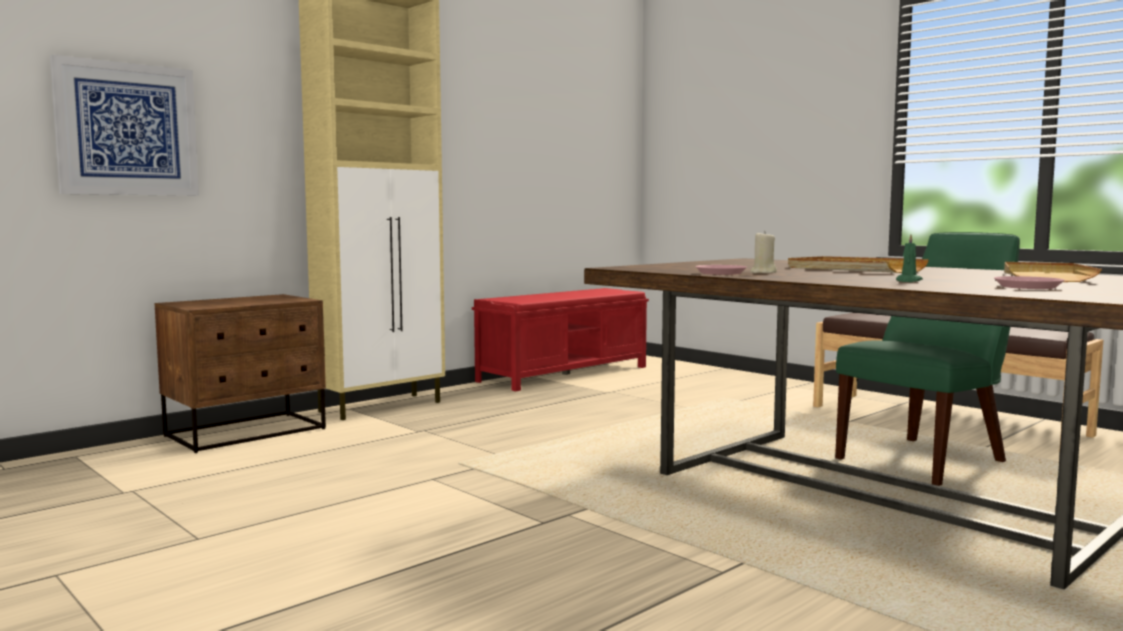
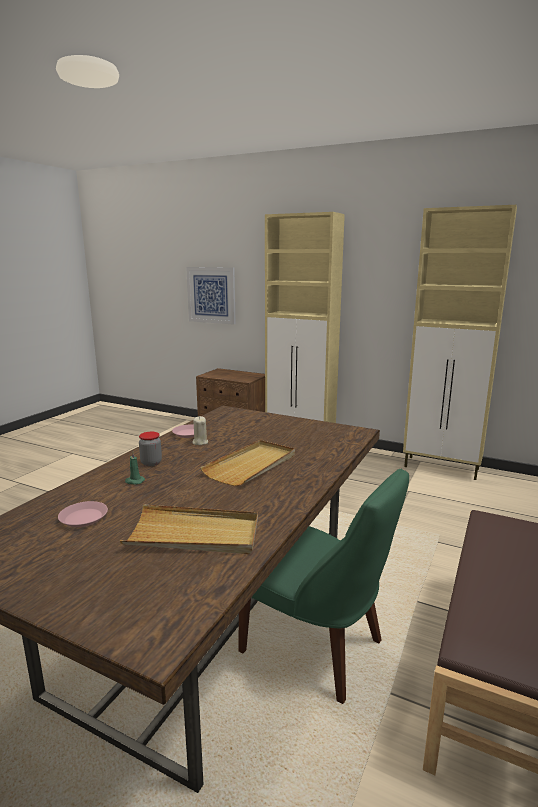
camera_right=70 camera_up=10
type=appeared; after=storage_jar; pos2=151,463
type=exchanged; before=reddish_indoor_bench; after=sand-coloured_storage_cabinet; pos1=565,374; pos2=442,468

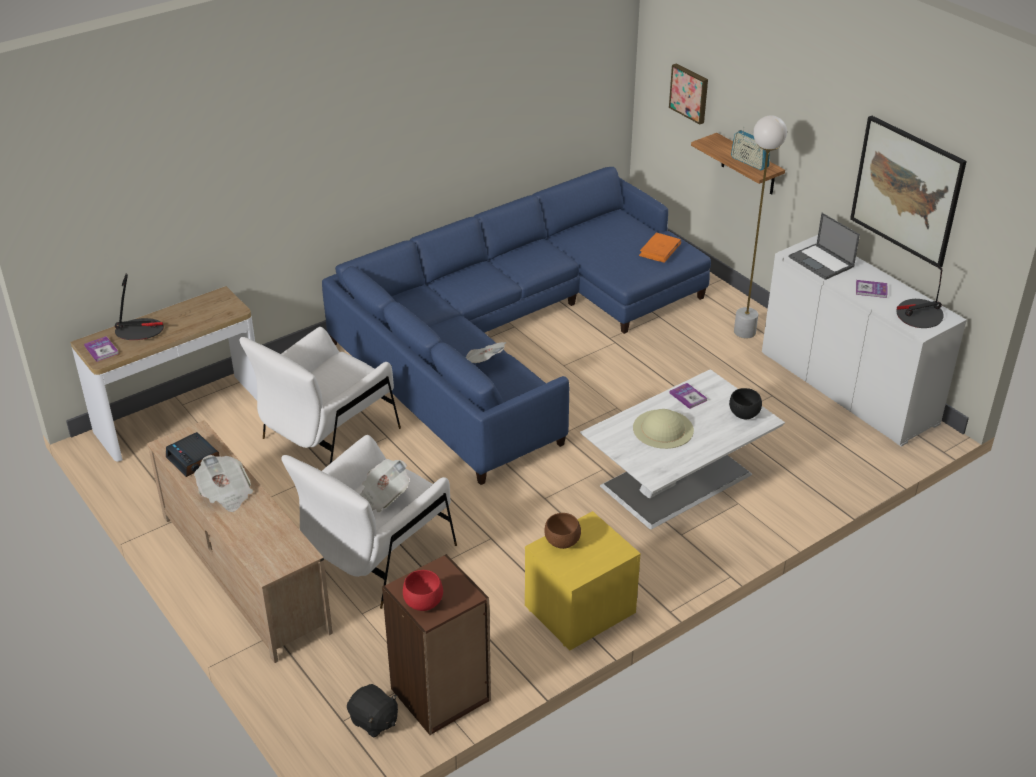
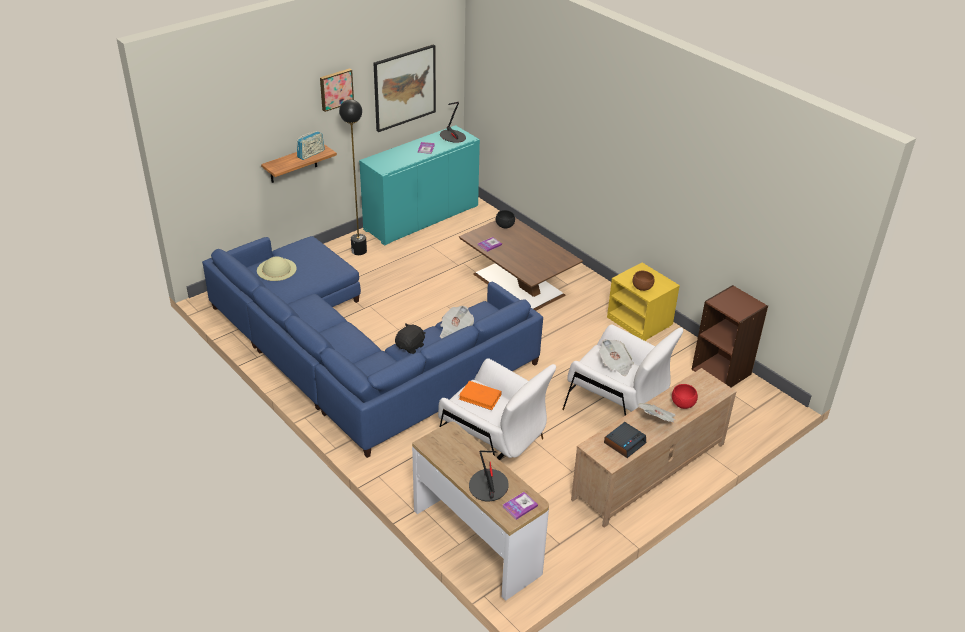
camera_right=-95 camera_up=0
type=relocated; before=sand-coloured_clothing_hat; pos1=663,429; pos2=276,269
type=relocated; before=wall_art; pos1=690,93; pos2=336,89
type=colour; before=white_floor_lamp; after=blackish_floor_lamp; pos1=745,332; pos2=359,251
type=colour; before=white_storage_cabinet; after=turquoise_storage_cabinet; pos1=848,388; pos2=421,218
type=relocated; before=blackish_cuddly_toy; pos1=374,721; pos2=410,346
type=colour; before=white_lounge_table; after=brown-coloured_lounge_table; pos1=678,478; pos2=517,283
type=relocated; before=orange_volume; pos1=660,250; pos2=480,397
type=relocated; before=reddish_bowl; pos1=422,603; pos2=683,405
type=missing; before=portable_computer; pos1=822,262

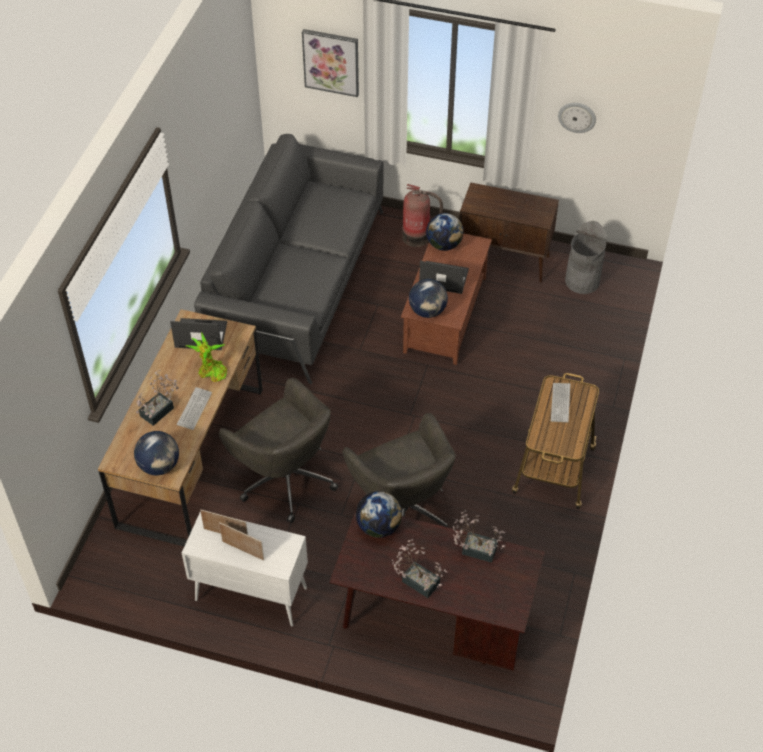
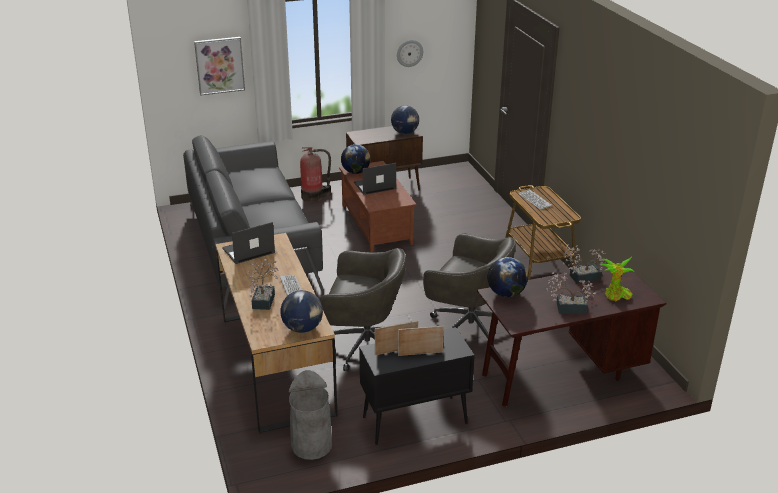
camera_right=-35 camera_up=-20
type=relocated; before=gray_waste_bin; pos1=582,281; pos2=311,445
type=colour; before=white_storage_cabinet; after=blackish_storage_cabinet; pos1=250,594; pos2=414,421
type=relocated; before=world_globe; pos1=427,311; pos2=405,133
type=relocated; before=plant_in_a_pot; pos1=211,372; pos2=616,296

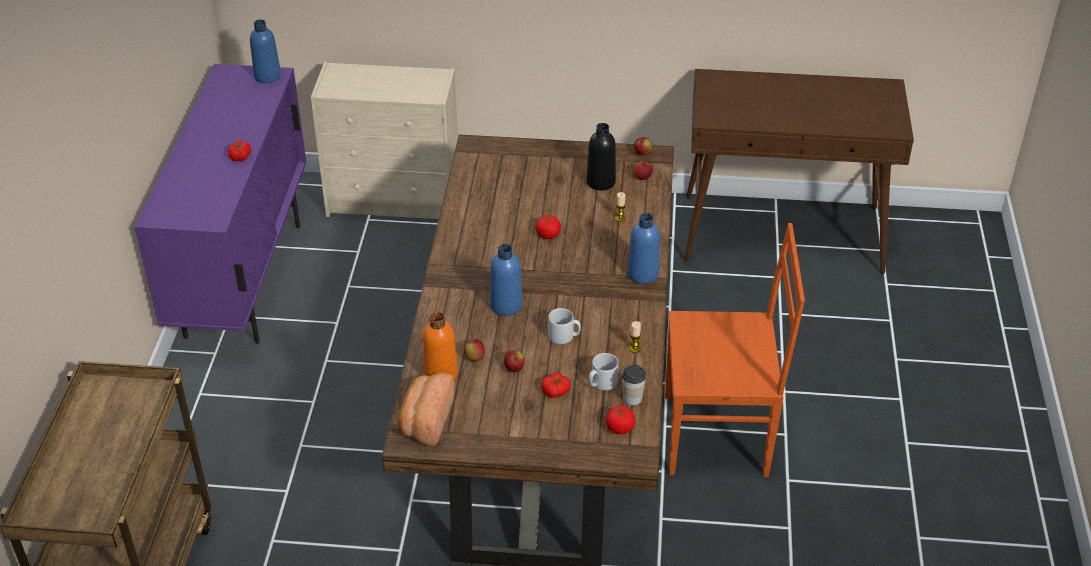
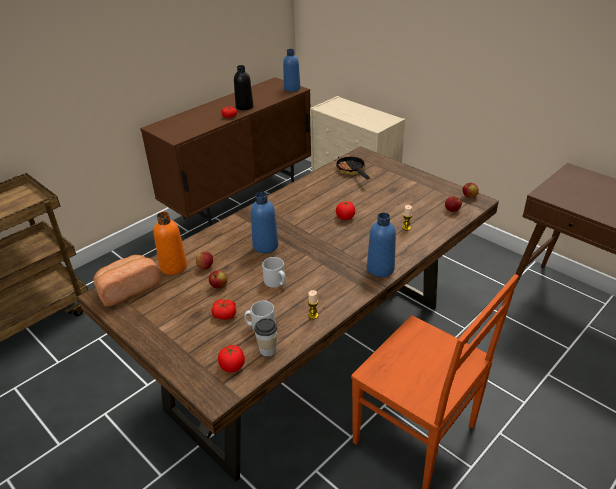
camera_right=40 camera_up=-5
type=colour; before=purple-coloured_storage_cabinet; after=brown-coloured_storage_cabinet; pos1=244,279; pos2=241,204
type=relocated; before=blackish_drink_bottle; pos1=601,182; pos2=244,107
type=appeared; after=frying_pan; pos2=352,171

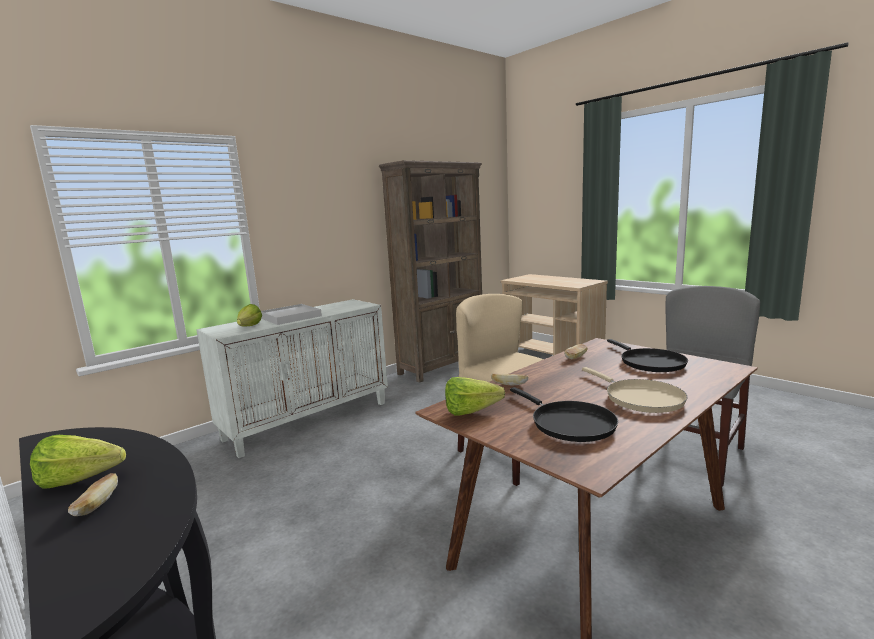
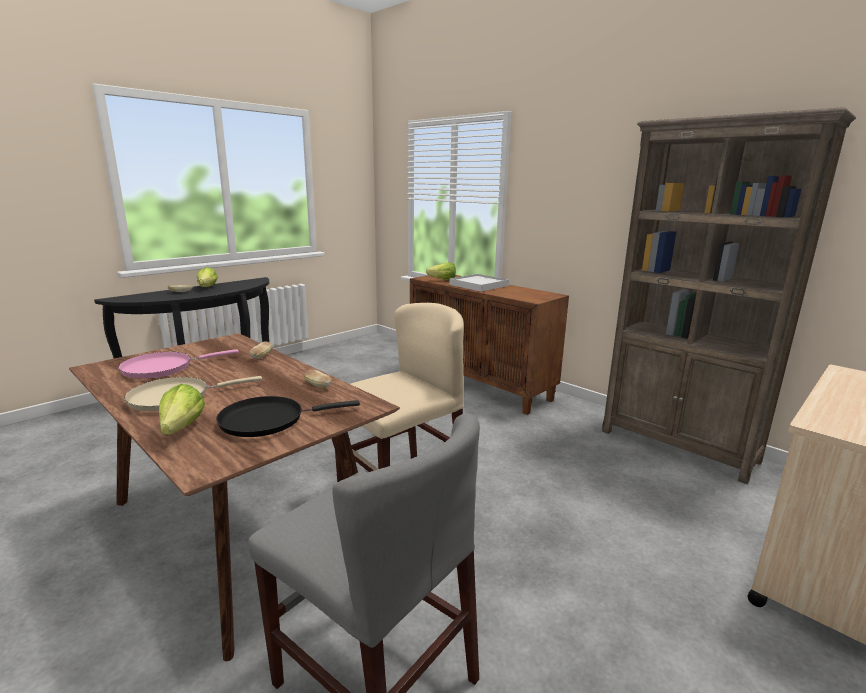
camera_right=85 camera_up=5
type=colour; before=blackish_frying_pan; after=pink_frying_pan; pos1=568,423; pos2=163,368
type=relocated; before=lettuce_head; pos1=476,412; pos2=178,432
type=colour; before=white_storage_cabinet; after=brown-coloured_storage_cabinet; pos1=308,420; pos2=480,385

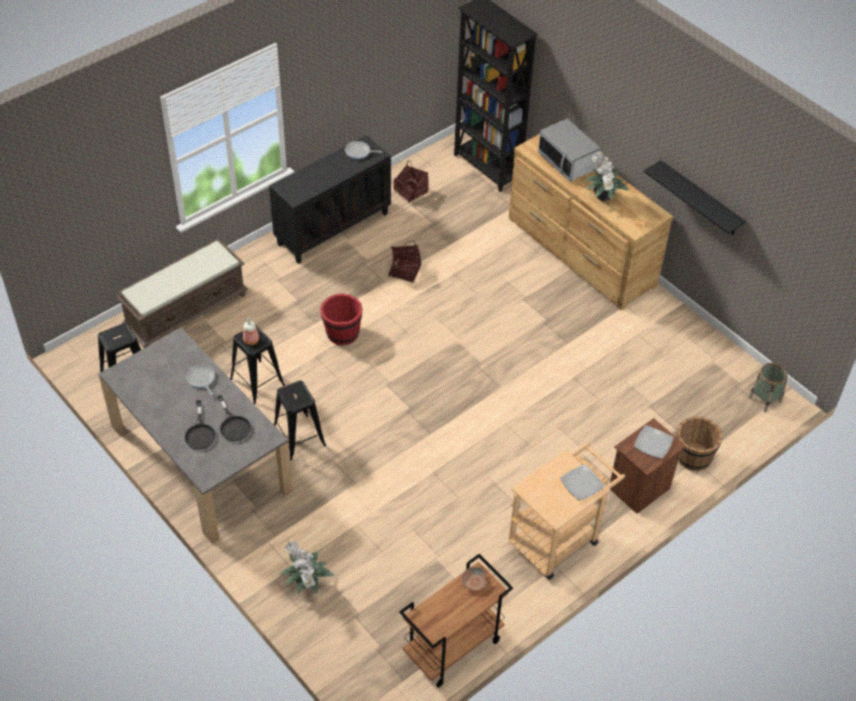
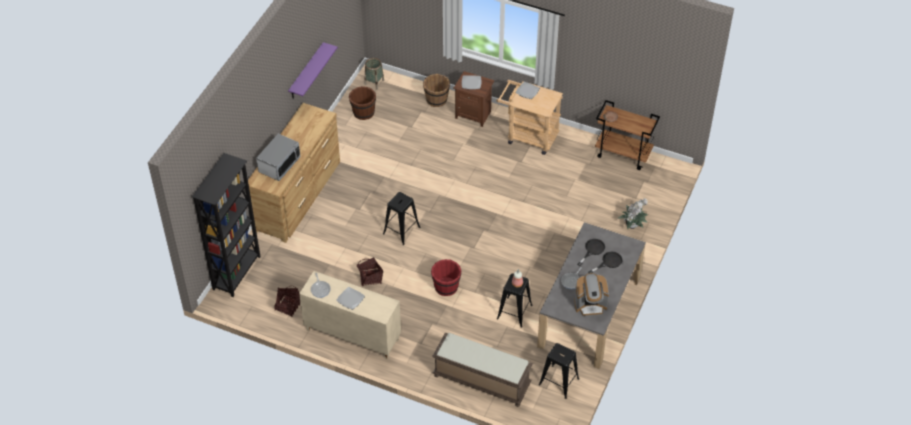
camera_right=-115 camera_up=0
type=colour; before=blackish_bracket_shelf; after=purple-coloured_bracket_shelf; pos1=700,199; pos2=306,72
type=colour; before=blackish_storage_cabinet; after=sand-coloured_storage_cabinet; pos1=333,228; pos2=352,335
type=appeared; after=plate; pos2=350,299
type=appeared; after=brown-coloured_water_bucket; pos2=363,112
type=relocated; before=blackish_sitting_stool; pos1=299,437; pos2=401,230
type=appeared; after=coffee_machine; pos2=590,305
type=missing; before=plant_in_a_pot; pos1=602,198

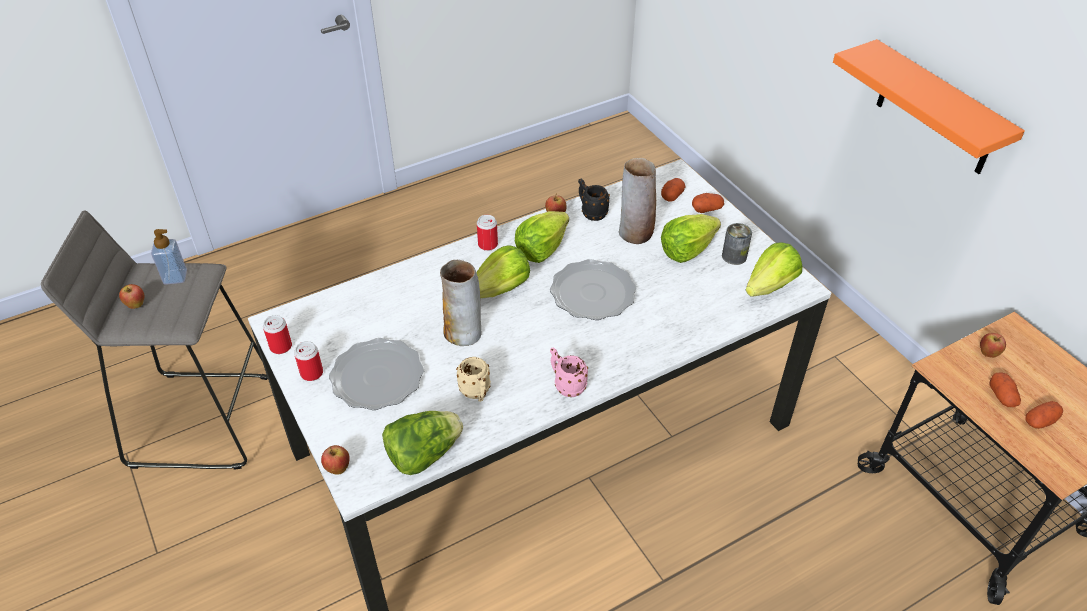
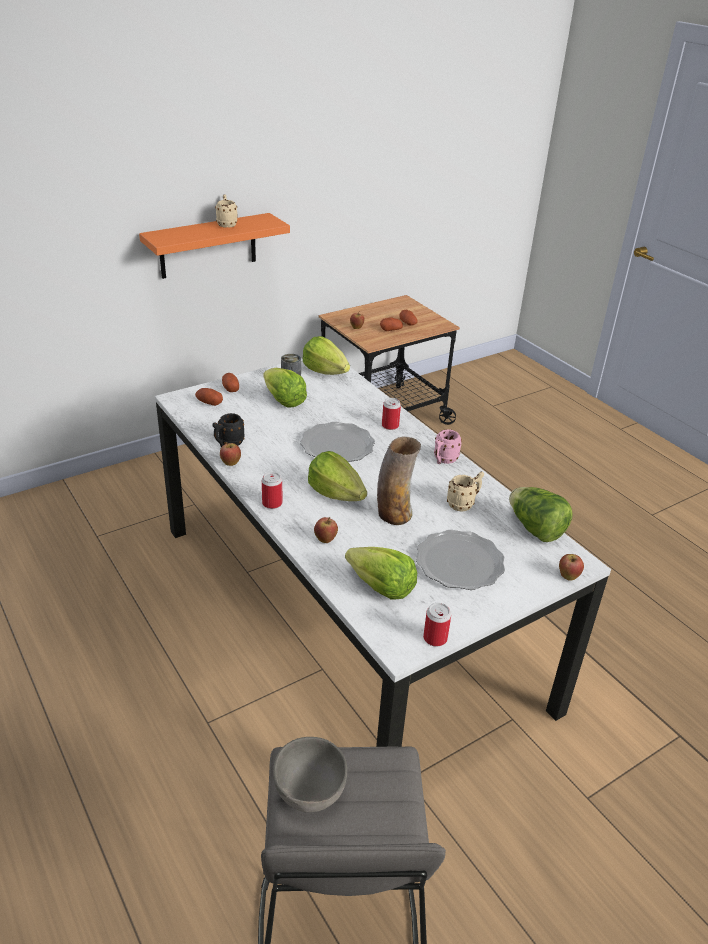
camera_right=-95 camera_up=-10
type=appeared; after=sand-coloured_coffee_mug; pos2=226,224
type=exchanged; before=soap_bottle; after=gray_bowl; pos1=175,277; pos2=308,792
type=relocated; before=apple_fruit; pos1=136,305; pos2=325,540
type=relocated; before=lettuce_head; pos1=541,249; pos2=381,587
type=relocated; before=sealed_can; pos1=312,373; pos2=390,426
type=missing; before=vase; pos1=635,234

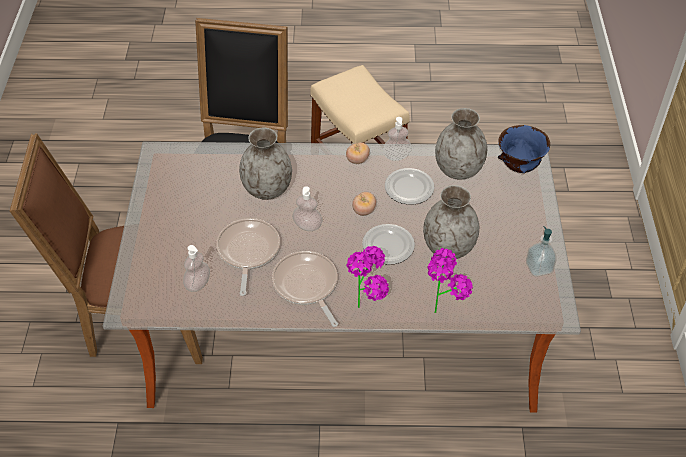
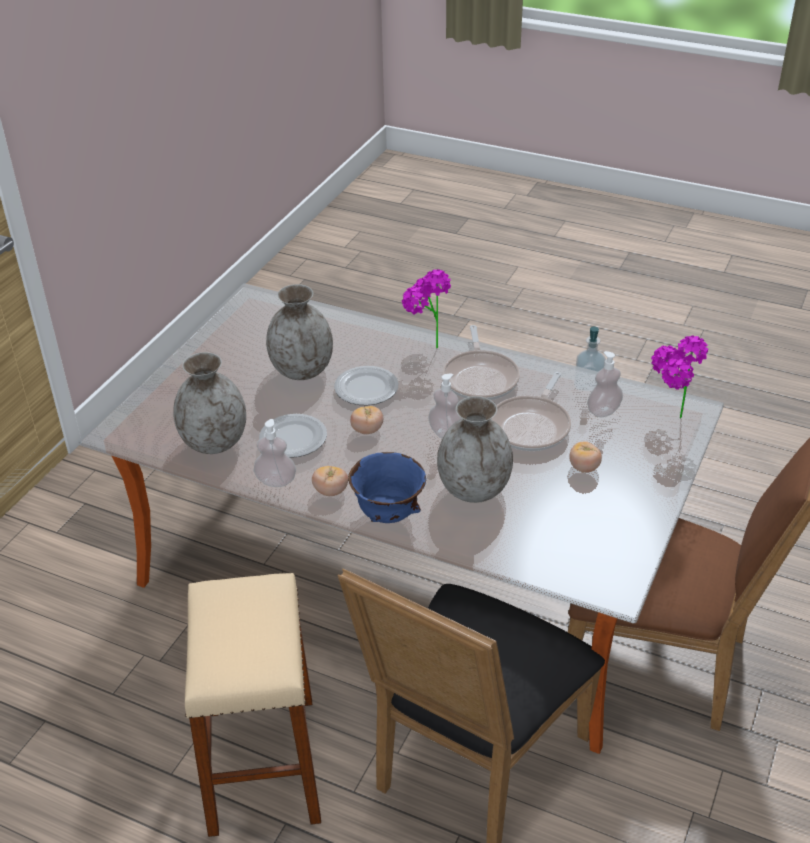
camera_right=-155 camera_up=-10
type=relocated; before=bluish_bowl; pos1=519,167; pos2=389,515
type=appeared; after=fresh_tomato; pos2=584,468
type=relocated; before=soap_bottle; pos1=539,268; pos2=588,384
type=relocated; before=plant_in_a_pot; pos1=443,307; pos2=669,419

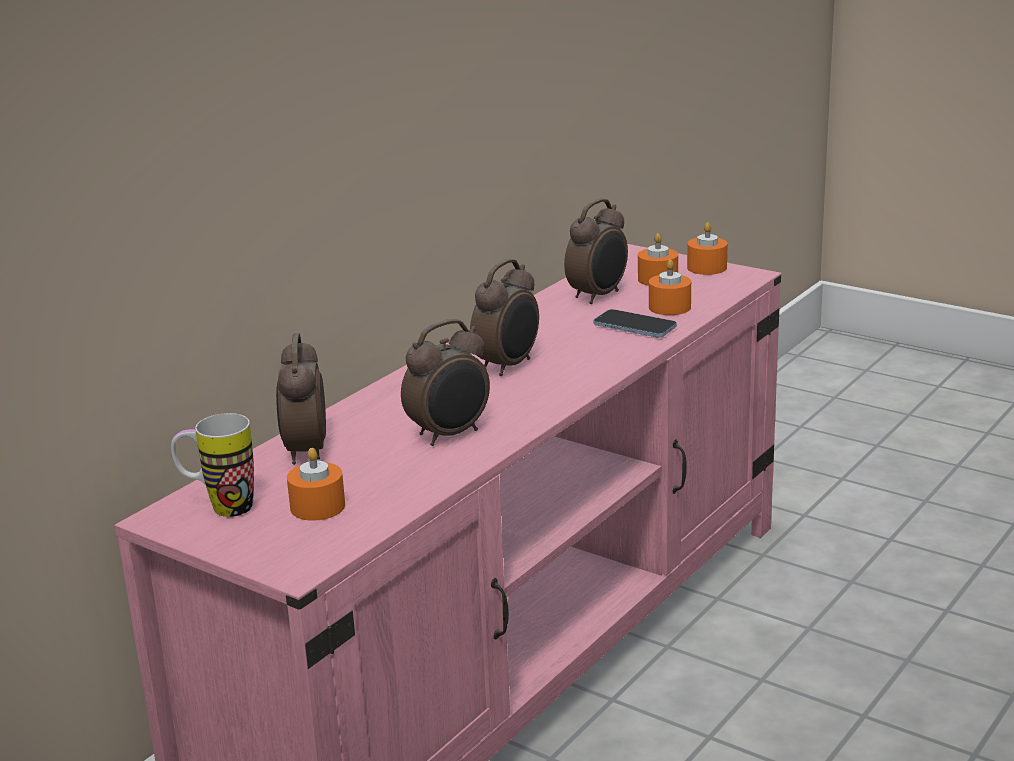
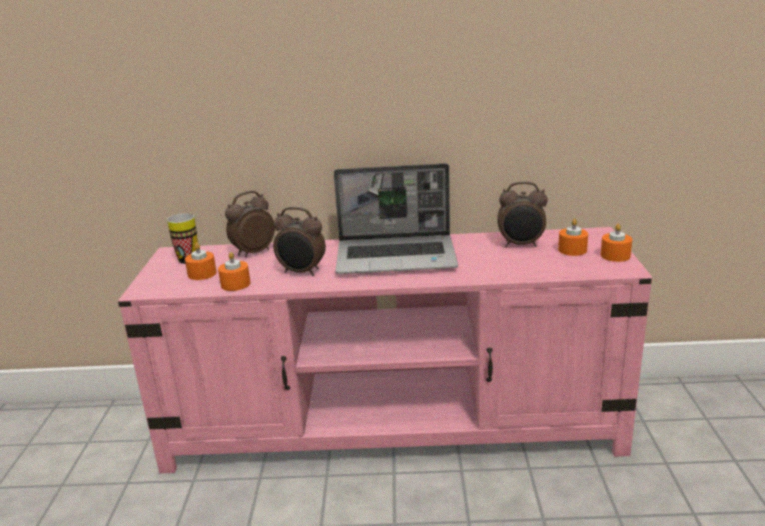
camera_right=55 camera_up=0
type=relocated; before=orange_wax_candle; pos1=669,307; pos2=235,284
type=exchanged; before=bedside_clock; after=portable_computer; pos1=508,366; pos2=397,257
type=missing; before=handset; pos1=635,326

